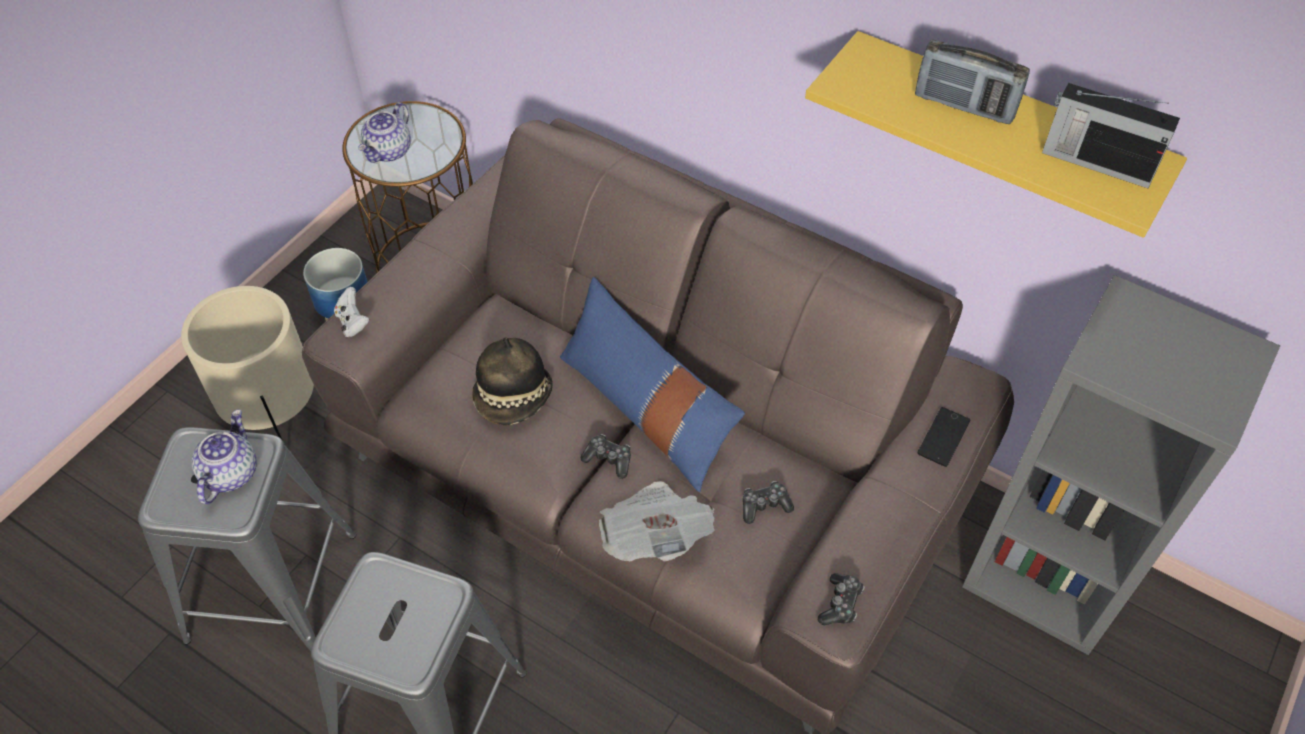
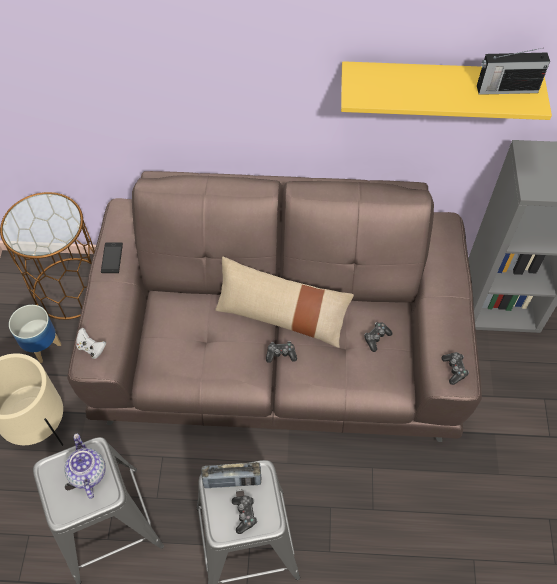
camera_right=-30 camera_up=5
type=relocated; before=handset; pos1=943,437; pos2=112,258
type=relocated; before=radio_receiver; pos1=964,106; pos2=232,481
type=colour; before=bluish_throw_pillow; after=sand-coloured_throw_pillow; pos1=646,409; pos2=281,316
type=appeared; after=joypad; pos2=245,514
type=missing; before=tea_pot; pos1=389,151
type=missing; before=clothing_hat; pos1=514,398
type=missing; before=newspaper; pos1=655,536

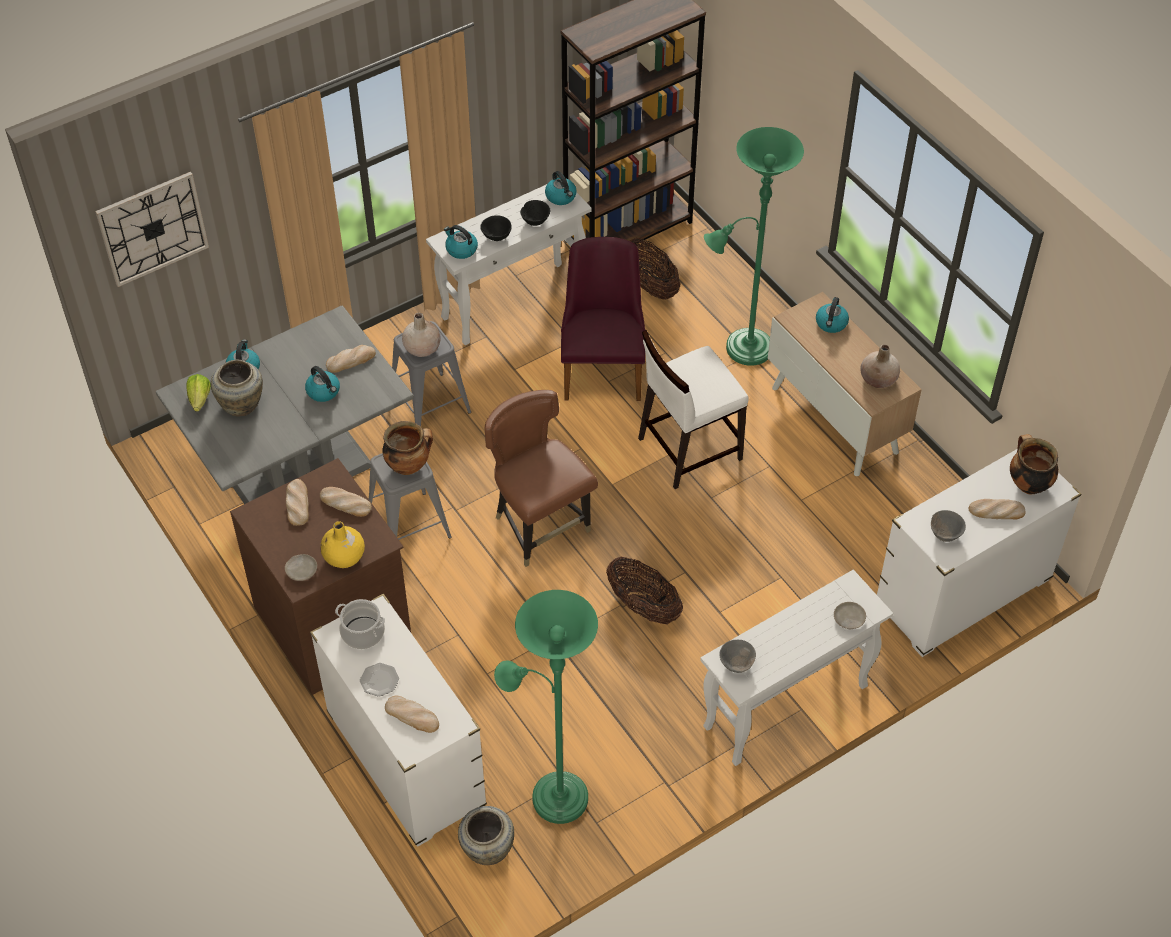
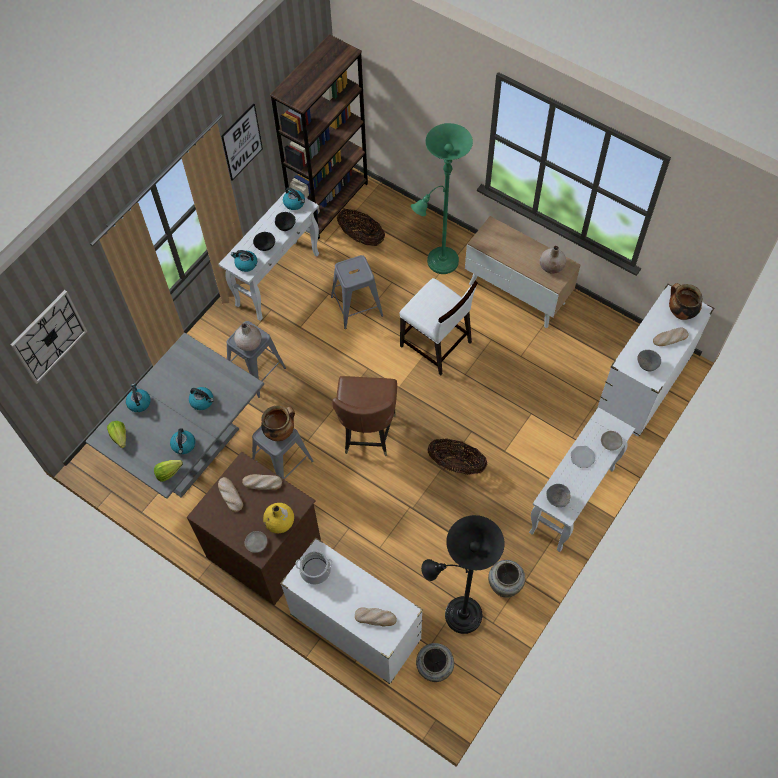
camera_right=-20 camera_up=10
type=appeared; after=lettuce_head; pos2=168,472
type=relocated; before=water_kettle; pos1=831,324; pos2=183,445
type=appeared; after=wall_art; pos2=242,142
type=exchanged; before=purple-coloured_plain_chair; after=gray_sitting_stool; pos1=603,367; pos2=356,306
type=spun; before=brown-coloured_plain_chair; pos1=540,527; pos2=367,433; turn=-120
type=spun; before=white_plain_chair; pos1=688,448; pos2=436,345; turn=-90
type=colour; before=greenish_floor_lamp; after=blackish_floor_lamp; pos1=553,795; pos2=458,614
type=relocated; before=sand-coloured_vase; pos1=242,404; pos2=505,585
type=relocated; before=plate; pos1=379,680; pos2=582,457
type=missing; before=bread; pos1=351,360

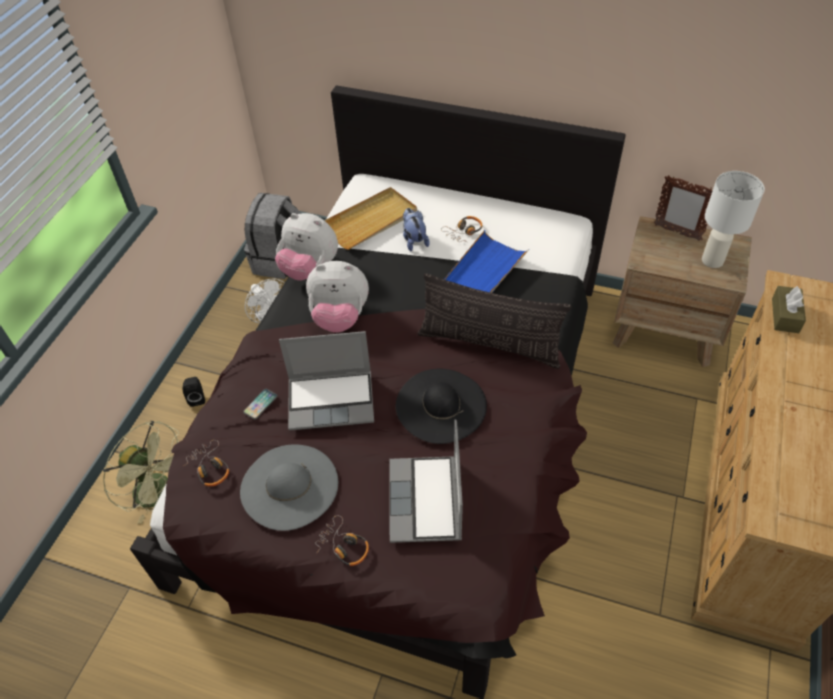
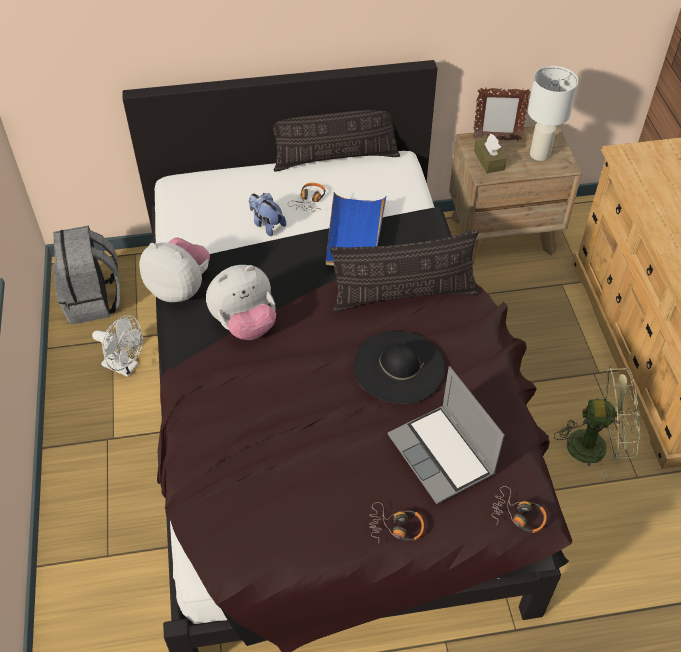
camera_right=-30 camera_up=0
type=spun; before=cuddly_toy; pos1=309,268; pos2=180,288; turn=-150
type=appeared; after=throw_pillow; pos2=336,158
type=relocated; before=brown-coloured_box_of_tissues; pos1=785,315; pos2=489,160
type=relocated; before=pair_of_headphones; pos1=210,468; pos2=517,515
type=relocated; before=greenish_fan; pos1=161,493; pos2=596,445
type=missing; before=blackish_audio_speaker; pos1=197,398
type=missing; before=gray_clothing_hat; pos1=289,486
type=missing; before=handset; pos1=260,404
type=missing; before=portable_computer; pos1=332,400
type=missing; before=sand-coloured_serving_tray; pos1=370,221

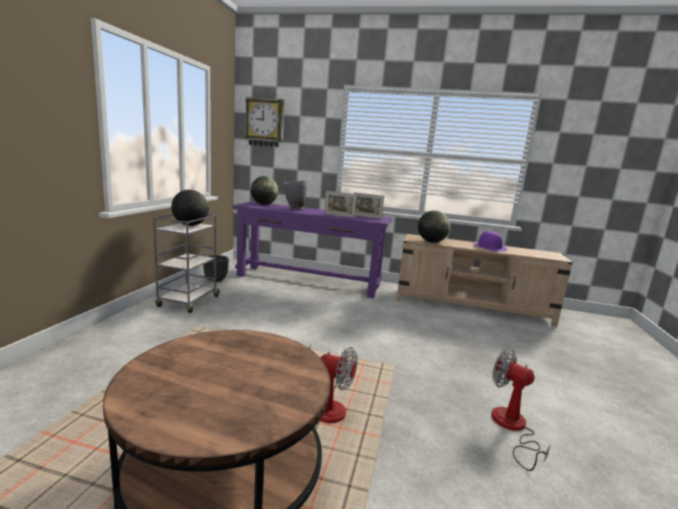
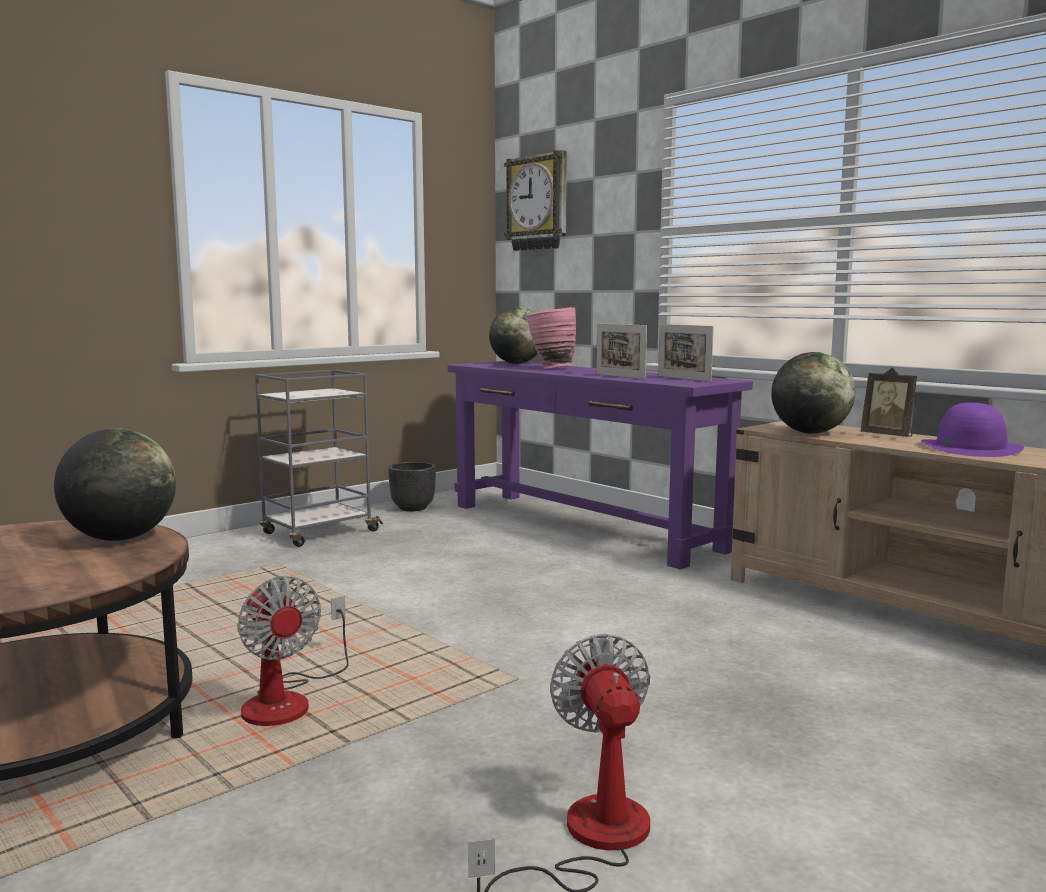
camera_right=35 camera_up=-5
type=relocated; before=world_globe; pos1=190,225; pos2=120,538
type=colour; before=gray_vase; after=pink_vase; pos1=293,209; pos2=550,369
type=appeared; after=standing_frame; pos2=888,436

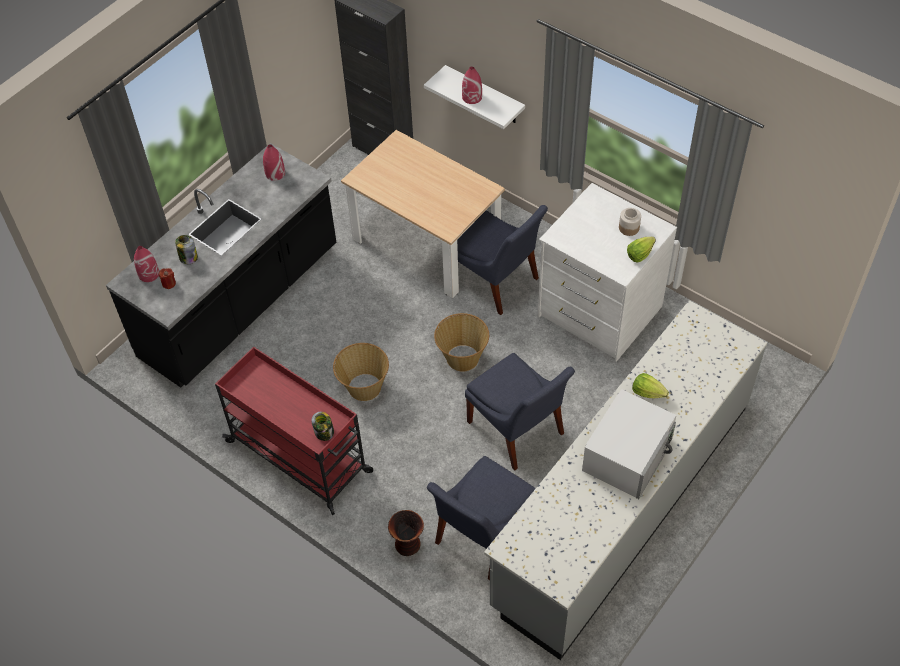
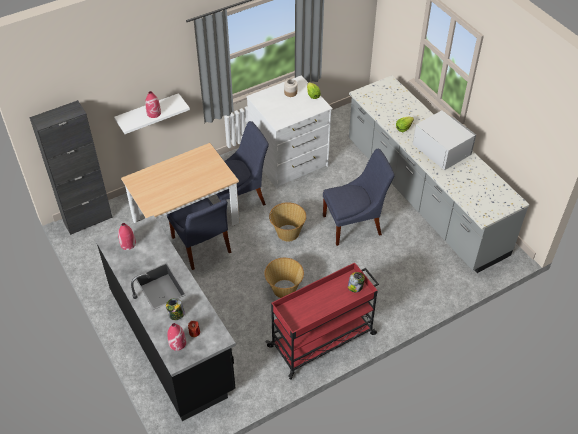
camera_right=-70 camera_up=-5
type=relocated; before=bluish_plain_chair; pos1=482,536; pos2=202,247
type=missing; before=vase; pos1=408,545

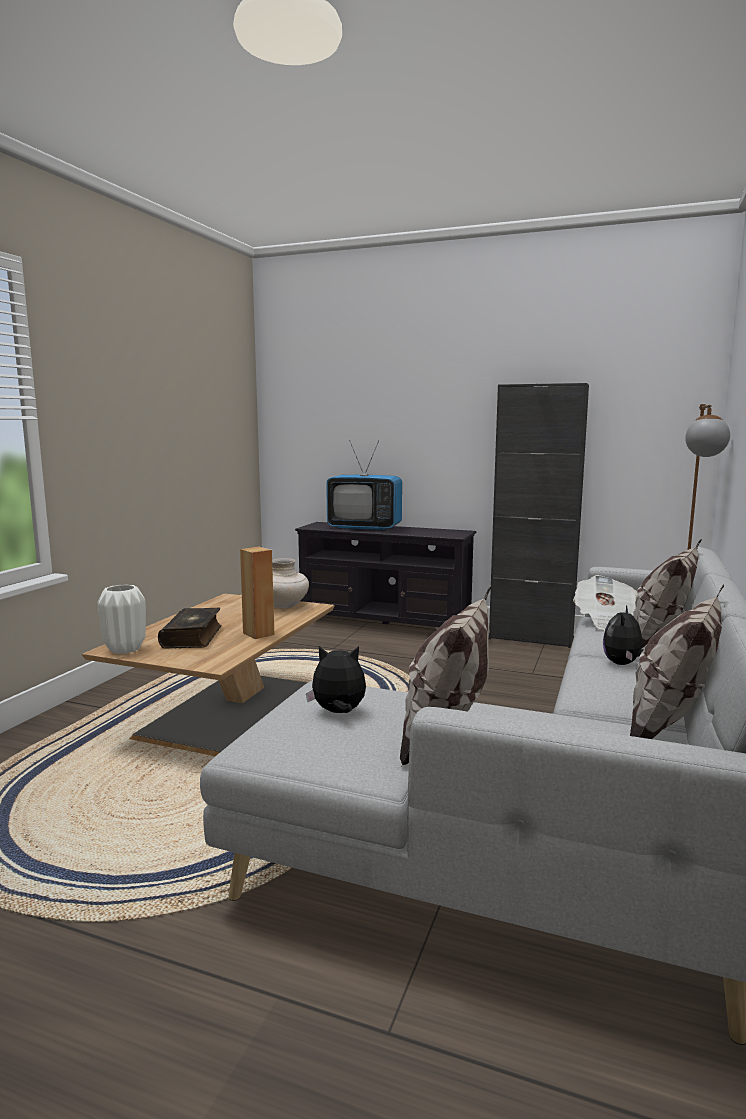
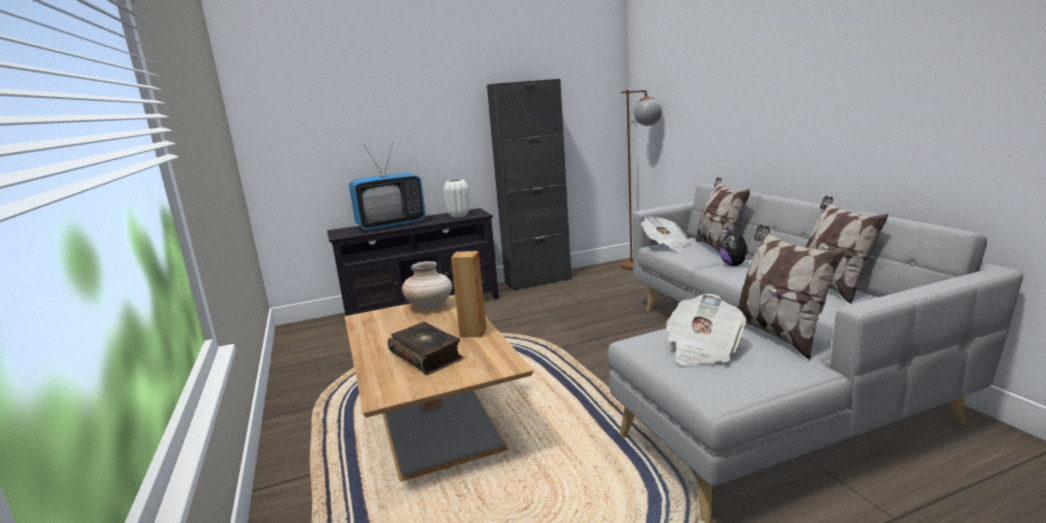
camera_right=-40 camera_up=5
type=relocated; before=white_vase; pos1=124,649; pos2=458,216
type=exchanged; before=cuddly_toy; after=newspaper; pos1=338,713; pos2=702,350

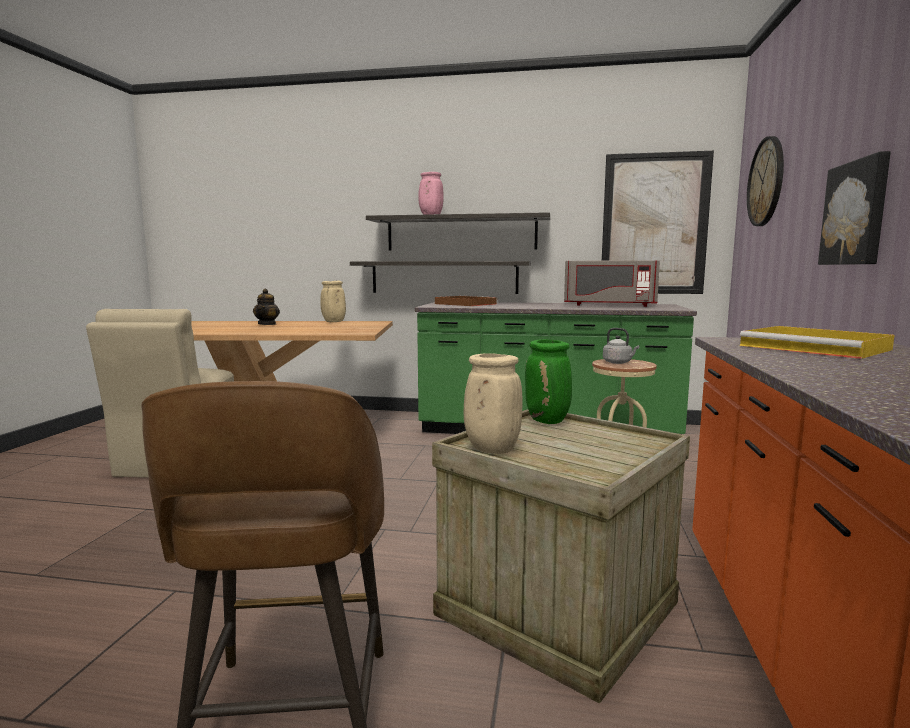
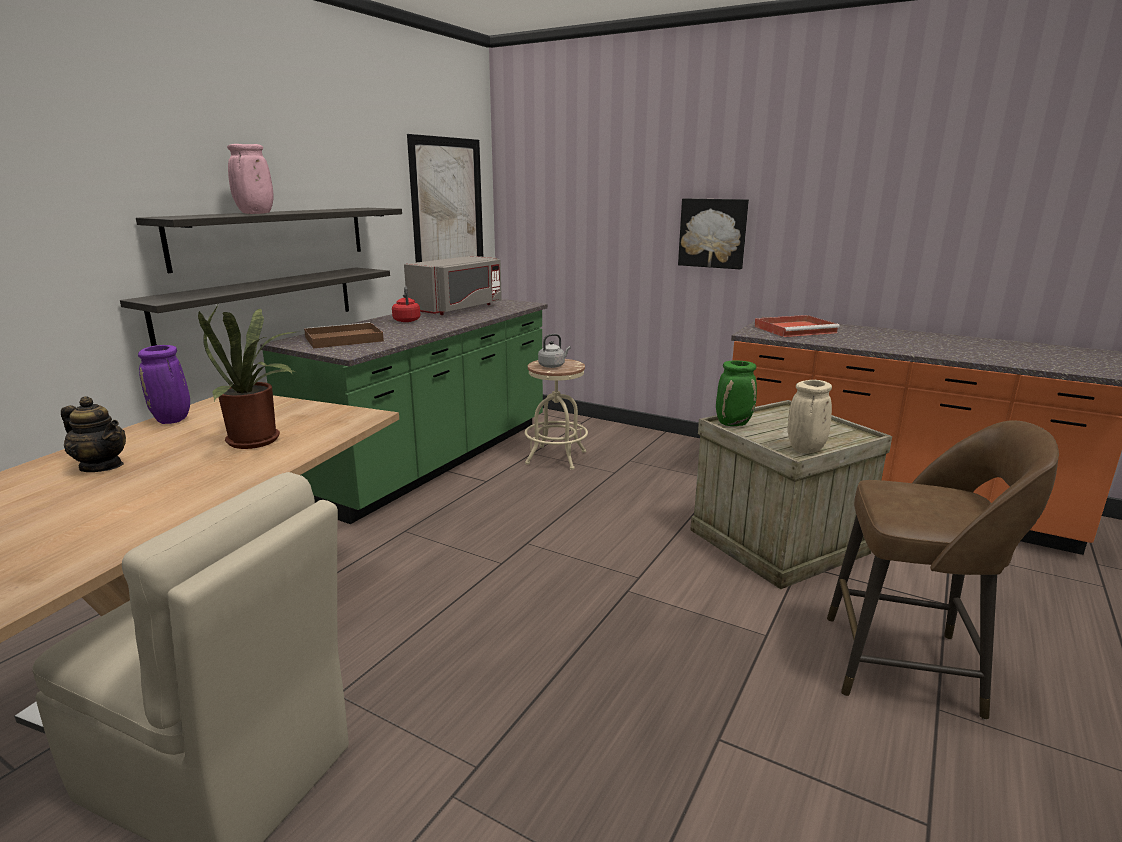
camera_right=-70 camera_up=10
type=colour; before=sand-coloured_vase; after=purple-coloured_vase; pos1=333,322; pos2=173,420
type=appeared; after=plant_in_a_pot; pos2=259,441
type=appeared; after=reddish_water_kettle; pos2=406,320
type=colour; before=yellow_serving_tray; after=reddish_serving_tray; pos1=817,348; pos2=796,329
type=missing; before=clock_on_the_wall; pos1=766,182

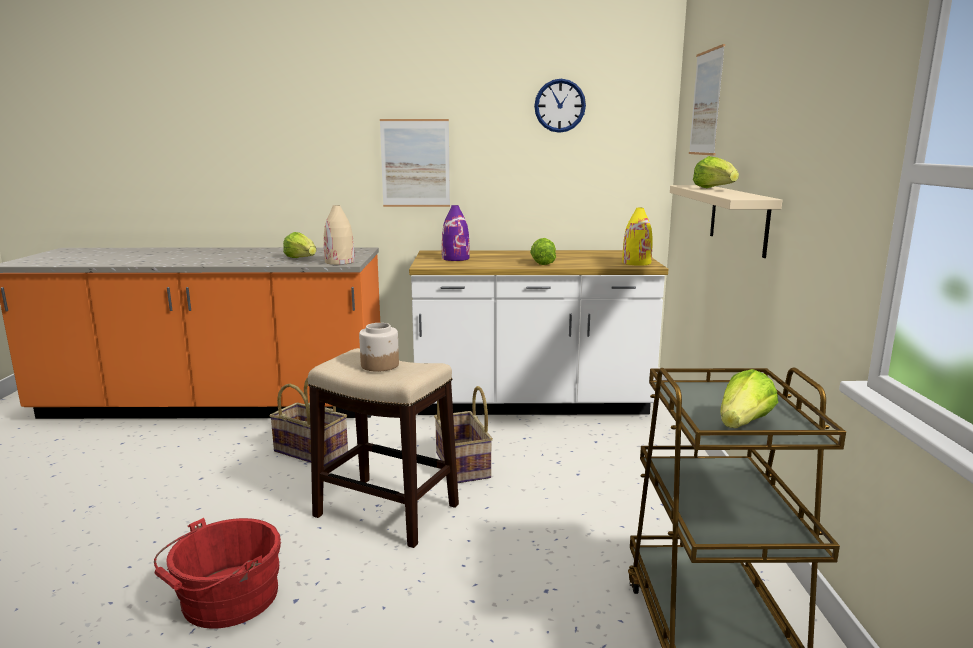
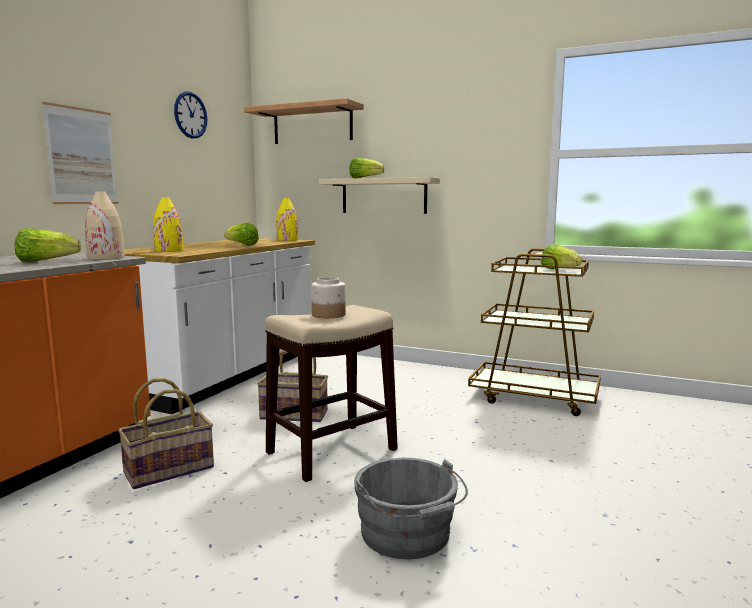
camera_right=-65 camera_up=-5
type=colour; before=purple-coloured_vase; after=yellow_vase; pos1=456,258; pos2=168,250
type=exchanged; before=wall_art; after=bracket_shelf; pos1=706,103; pos2=312,125
type=colour; before=reddish_water_bucket; after=gray_water_bucket; pos1=225,600; pos2=408,535

